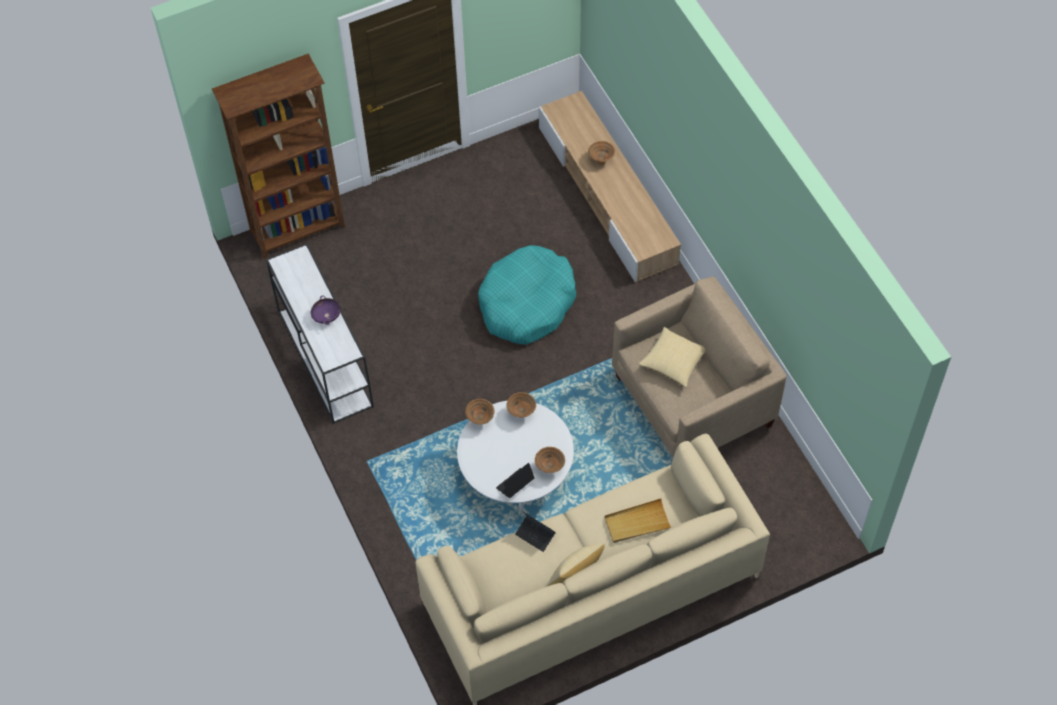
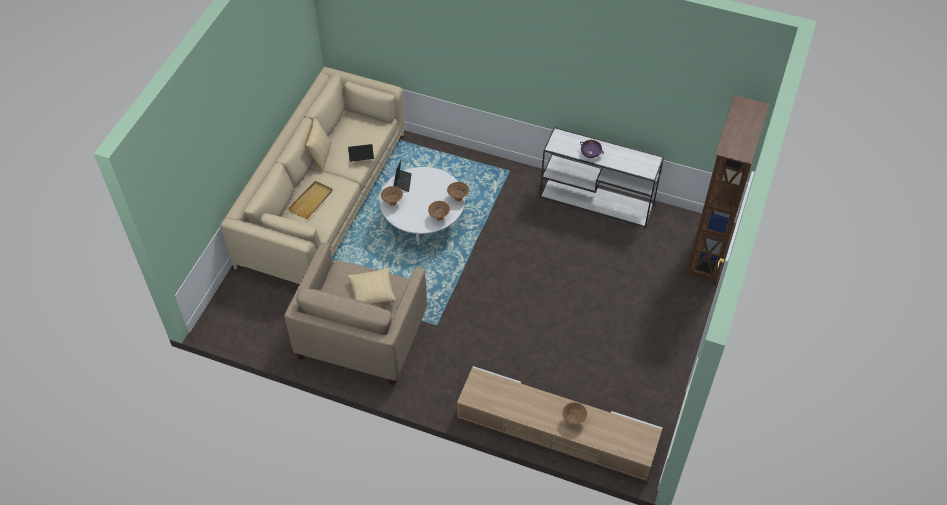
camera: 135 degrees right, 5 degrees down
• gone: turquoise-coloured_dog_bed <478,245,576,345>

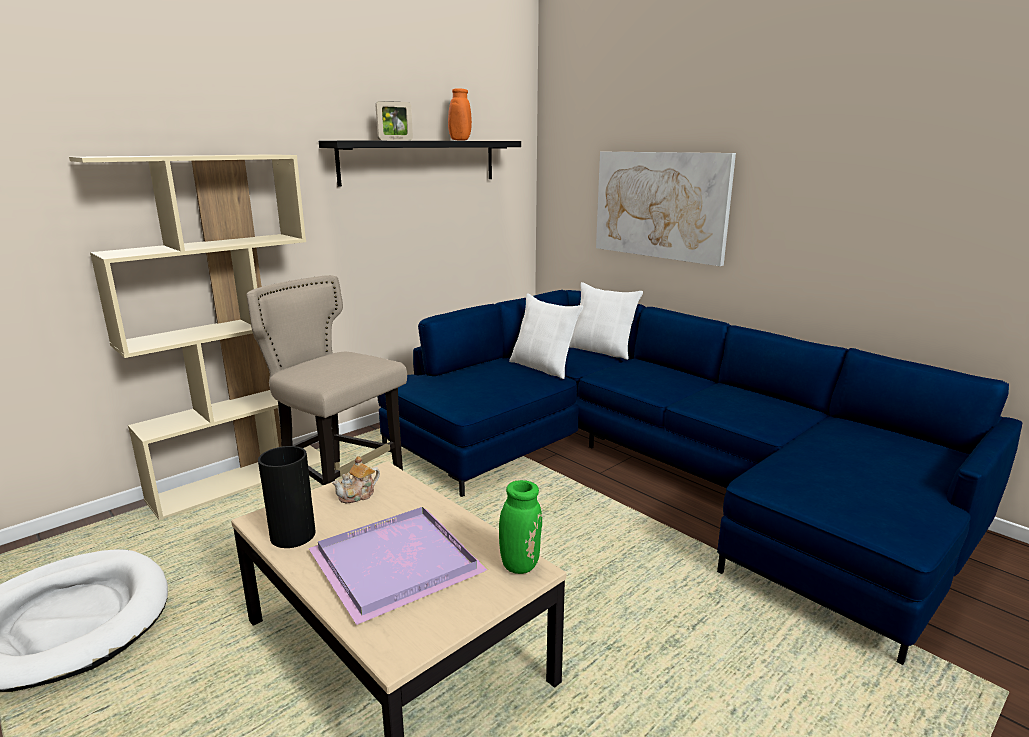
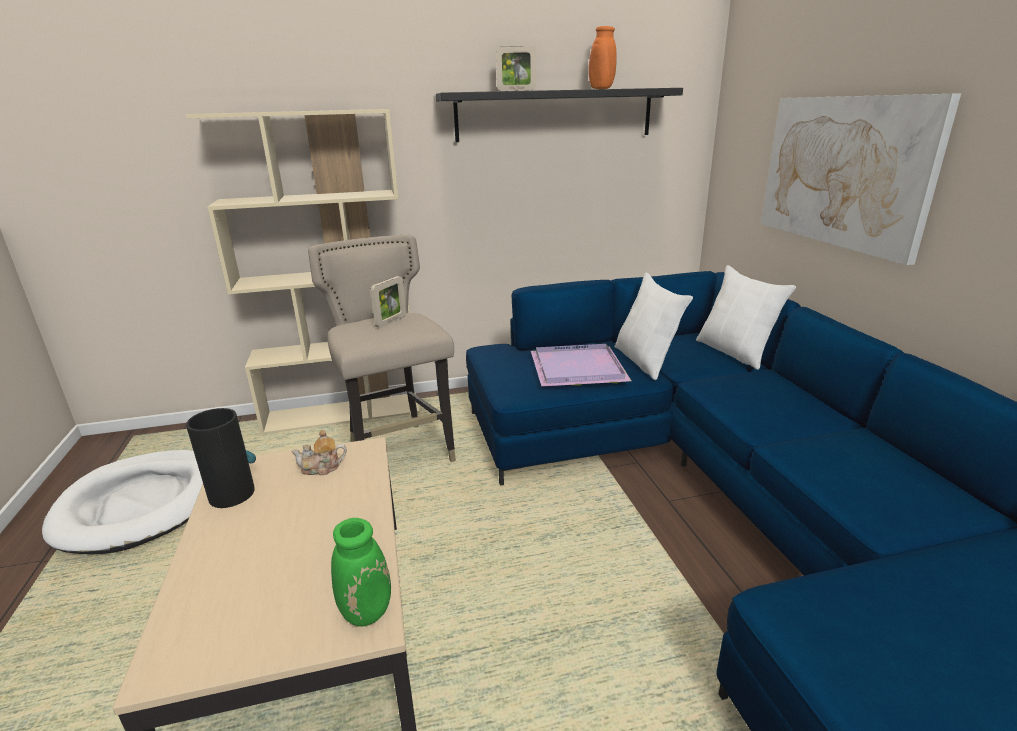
camera: 30 degrees right, 5 degrees up
• shifted: purplish_tray <308,507,488,625> to <531,344,631,386>
• new: photo_frame <371,276,406,328>

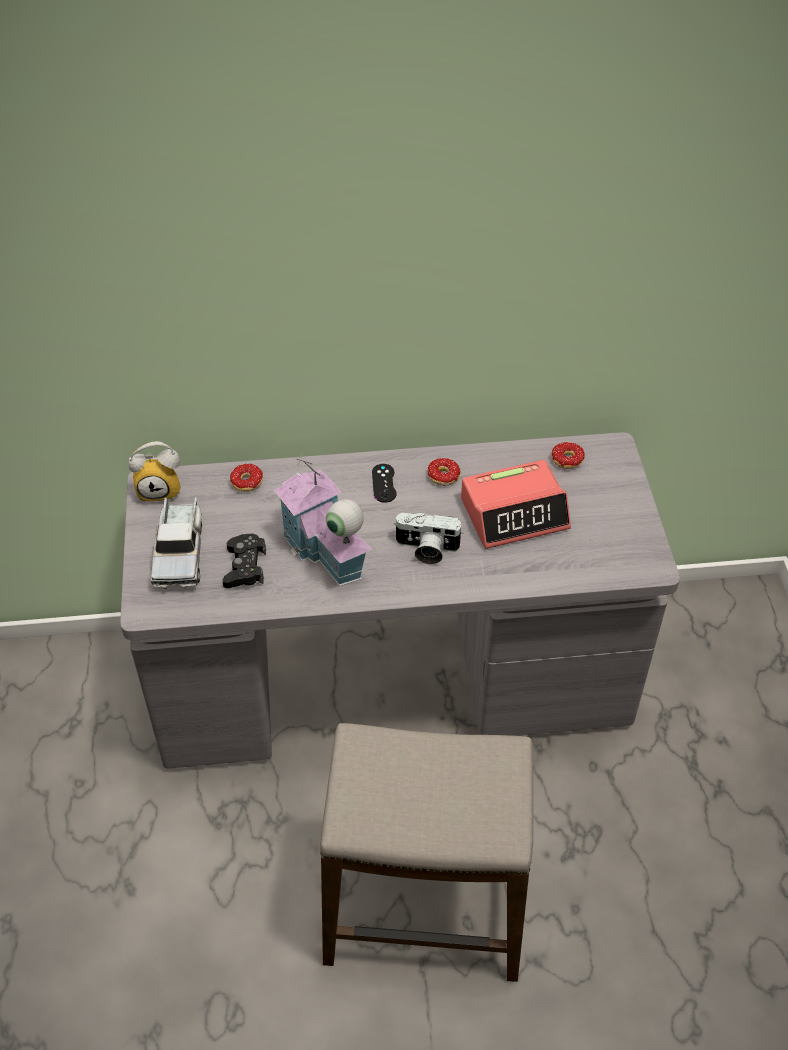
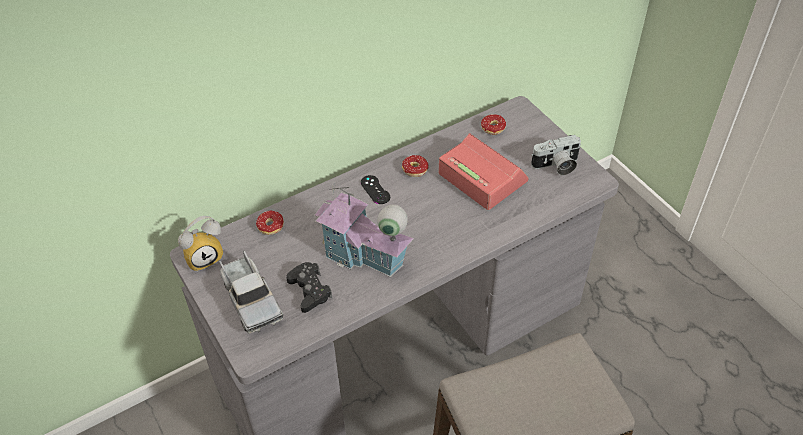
camera: 25 degrees left, 0 degrees up
• rotated: bedside_clock <461,460,571,549> = <439,133,529,210> 90 degrees counterclockwise
• shifted: photo_camera <394,513,463,565> to <531,135,581,175>

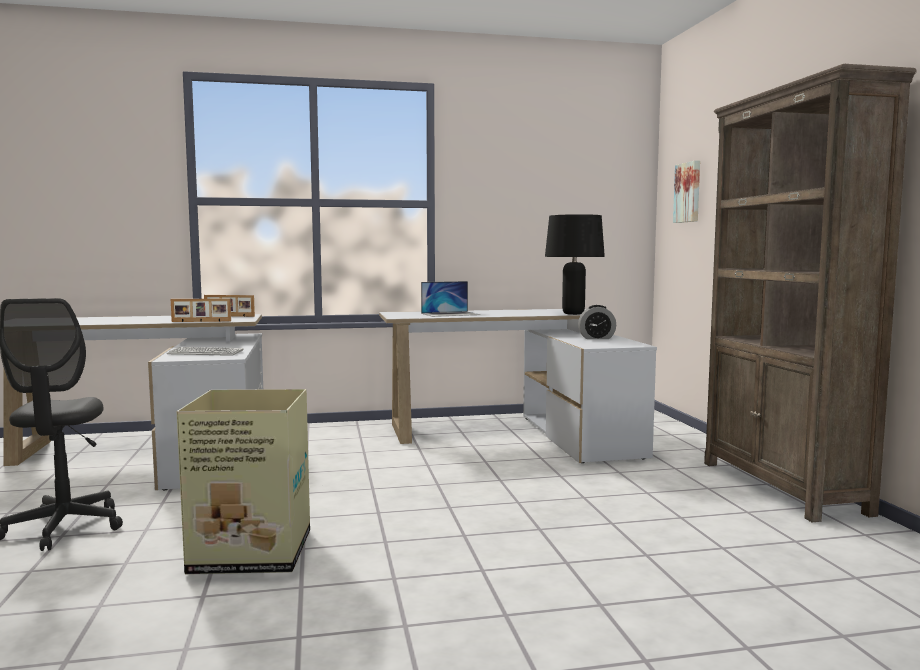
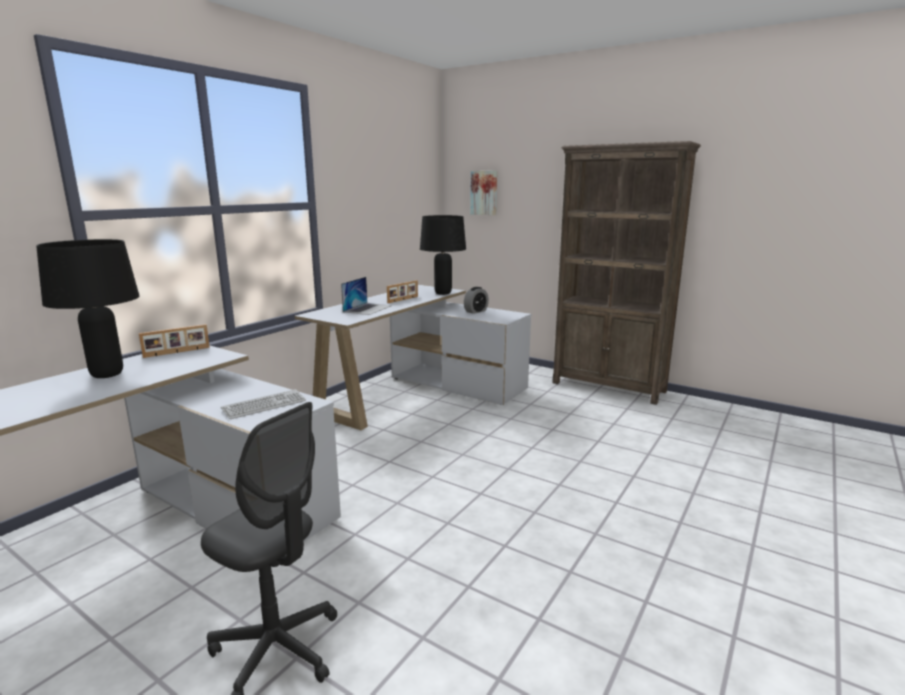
camera: 45 degrees left, 10 degrees up
• shifted: photo_frame <171,298,231,322> to <387,280,418,303>
• gone: carton <177,389,310,575>
• new: black_tabletop_lamp <36,239,139,378>

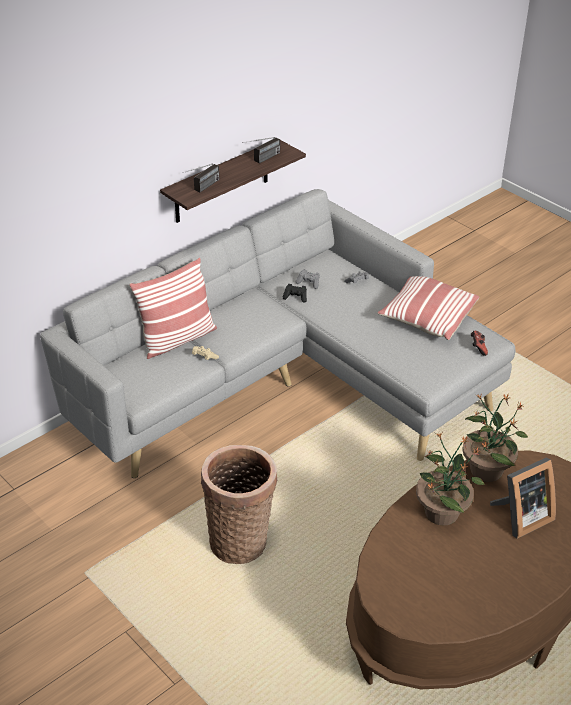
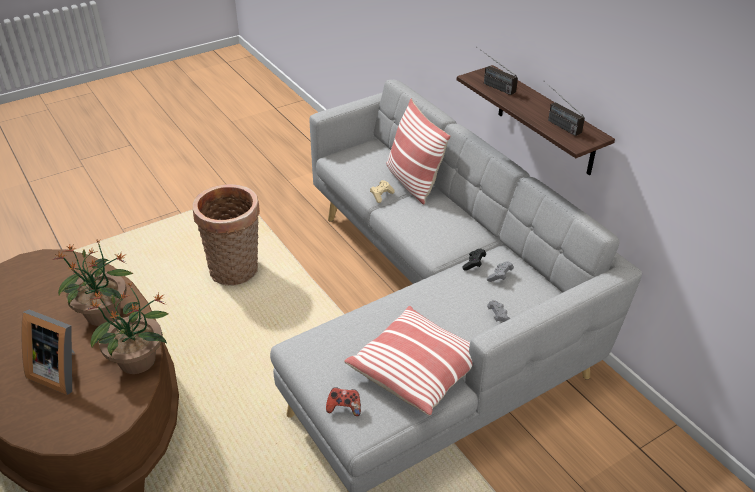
camera: 100 degrees right, 0 degrees up
• rotated: photo_frame <490,457,556,539> = <22,310,75,395> 45 degrees counterclockwise

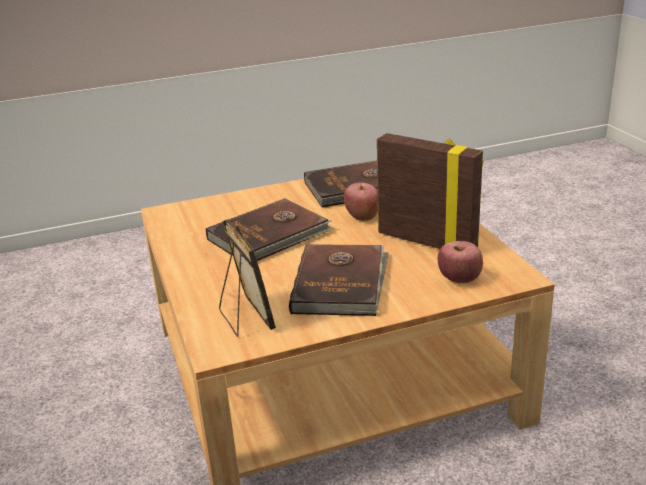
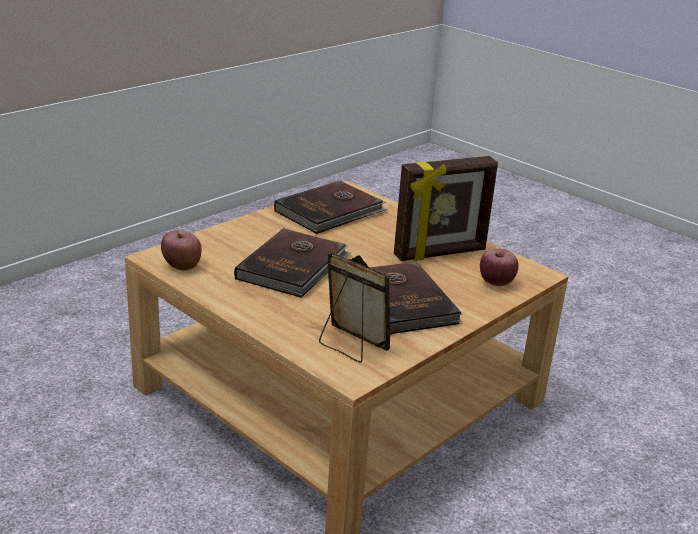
camera: 30 degrees left, 0 degrees up
• rotated: photo_frame <377,133,484,249> = <394,156,498,261> 150 degrees clockwise
• shifted: apple <343,183,378,221> to <161,230,202,271>

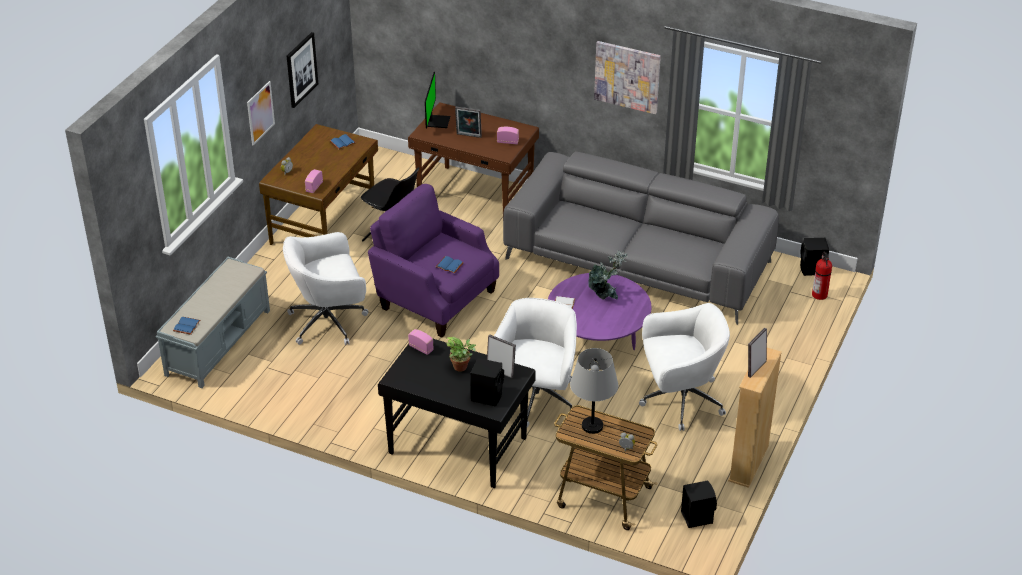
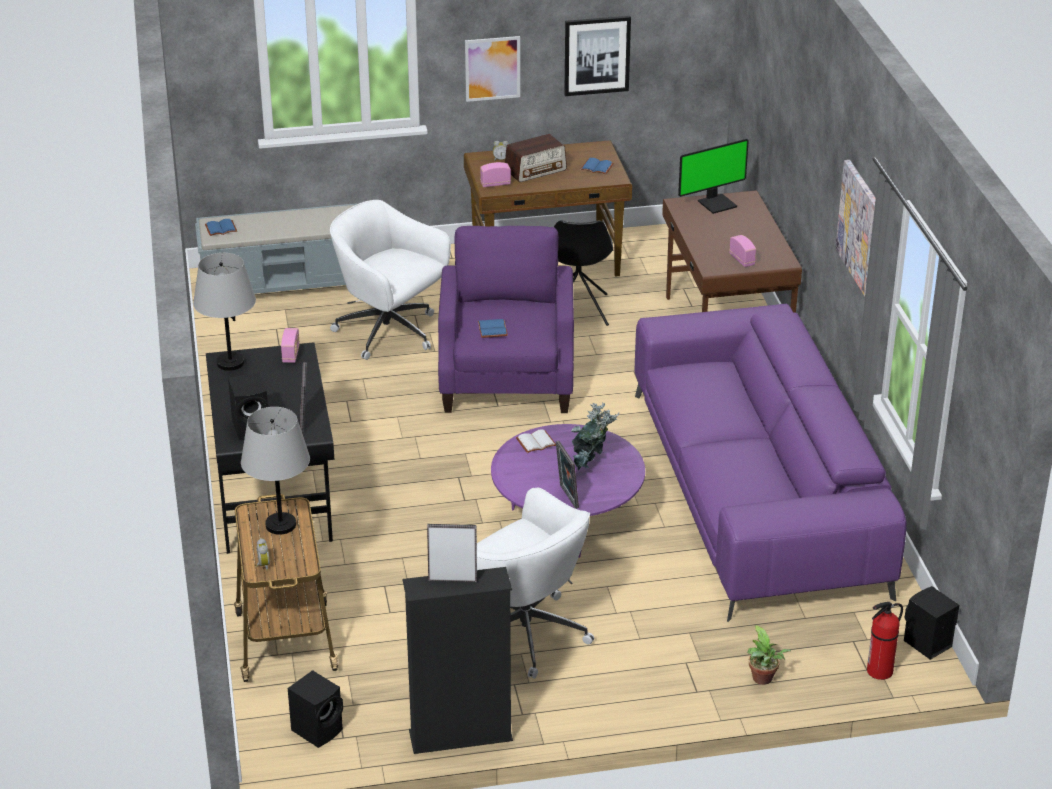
camera: 55 degrees right, 5 degrees down
• shifted: photo_frame <455,107,482,138> to <556,441,579,509>
• repainted: grey_sofa <503,151,779,325> to purplish_sofa <635,304,907,622>
• gone: whitish_office_chair <494,298,577,427>
• shifted: potted_plant <447,337,476,372> to <747,625,791,685>
• repainted: sand-coloured_bookshelf <728,348,782,488> to black_bookshelf <402,567,513,754>
• new: radio_set <505,134,567,182>
• new: grey_tabletop_lamp <193,253,256,371>

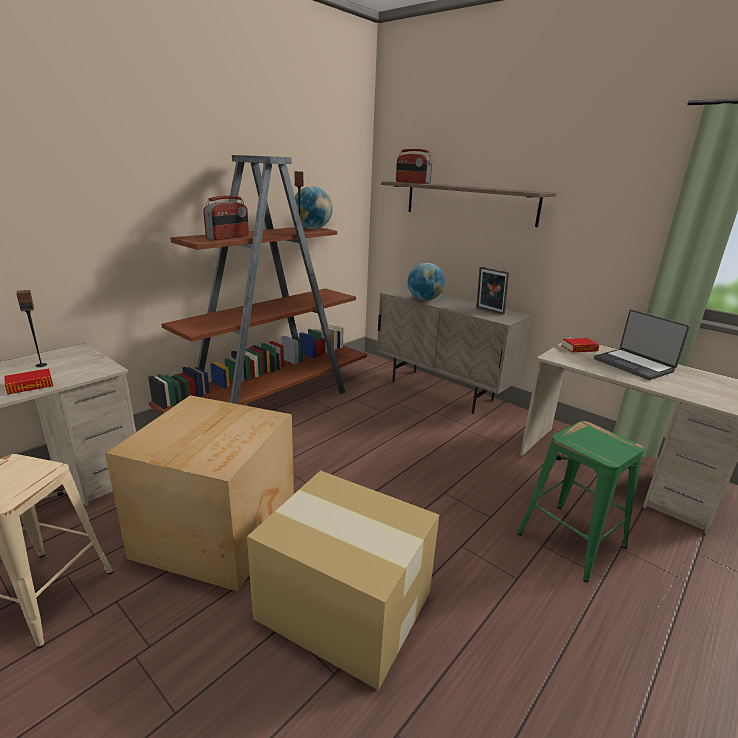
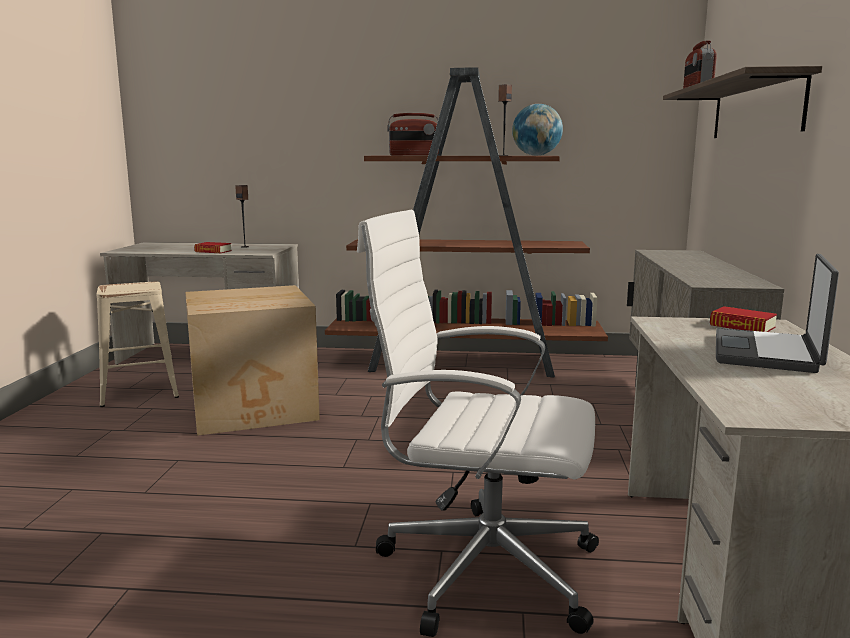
camera: 55 degrees right, 10 degrees down
• gone: desk_globe <408,263,445,301>
• gone: photo_frame <477,267,509,314>
• swapped: greenish_stool_seat <517,421,644,582> to whitish_office_chair <357,210,599,637>
• gone: carton <247,470,439,690>

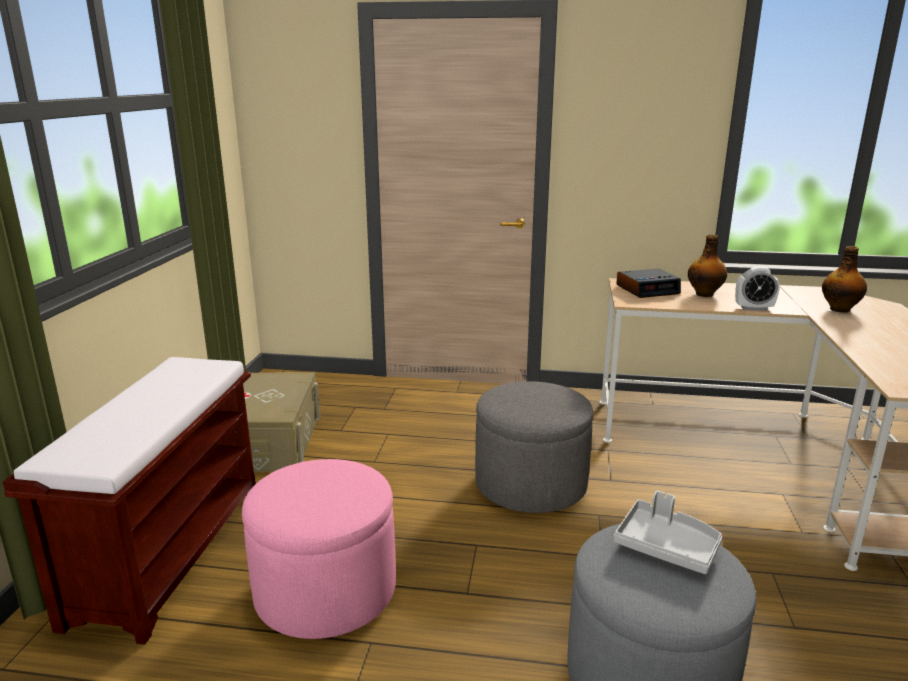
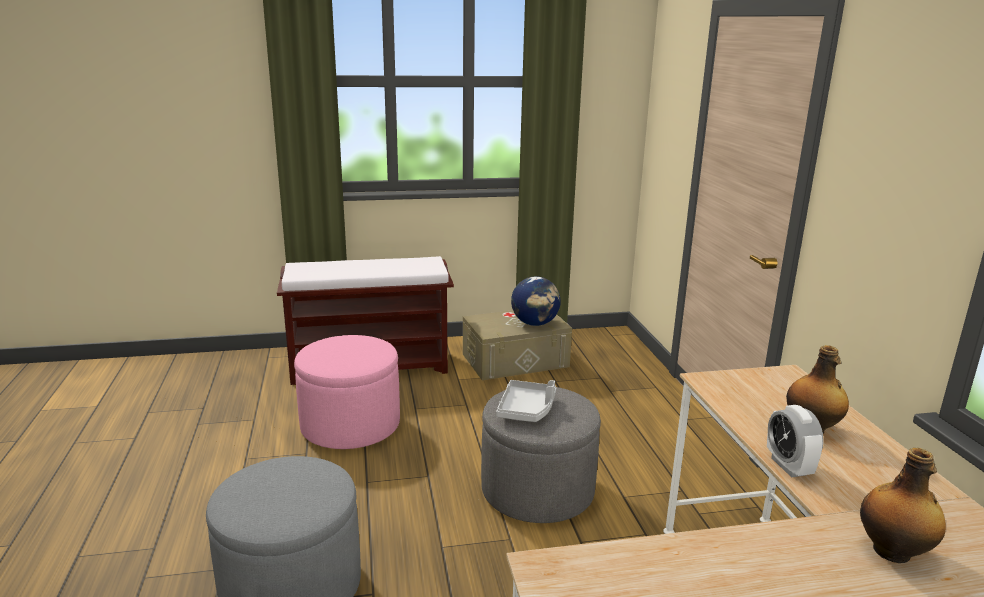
camera: 70 degrees right, 0 degrees up
• gone: bedside_clock <616,268,681,298>
• shifted: grey_tray <614,491,722,574> to <496,380,556,422>
• new: desk_globe <511,276,561,326>

